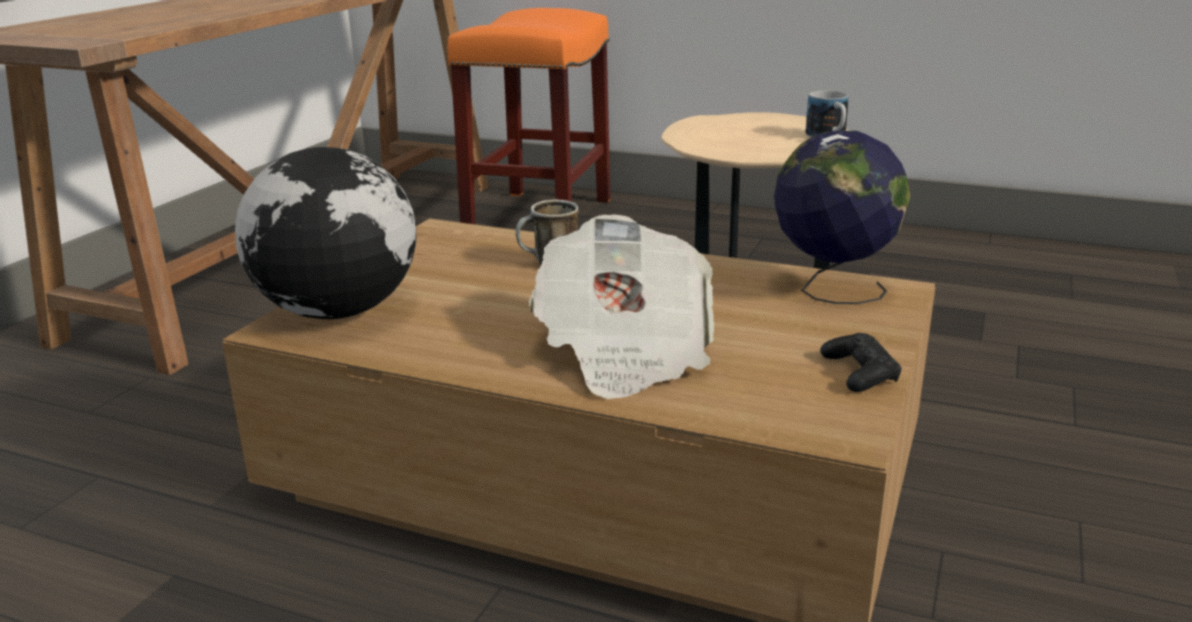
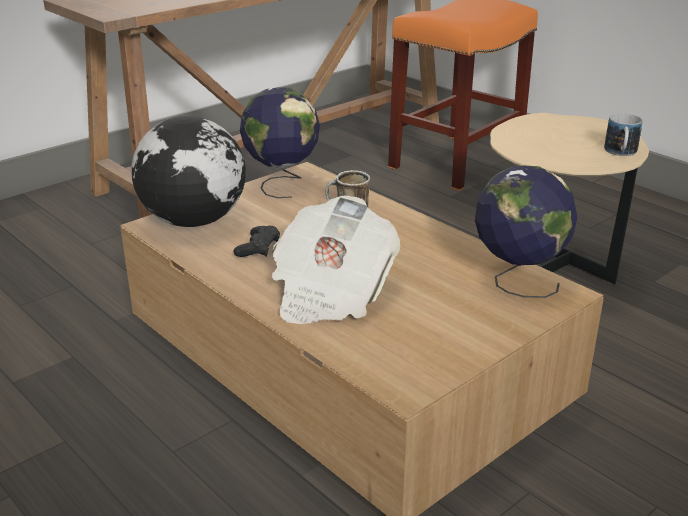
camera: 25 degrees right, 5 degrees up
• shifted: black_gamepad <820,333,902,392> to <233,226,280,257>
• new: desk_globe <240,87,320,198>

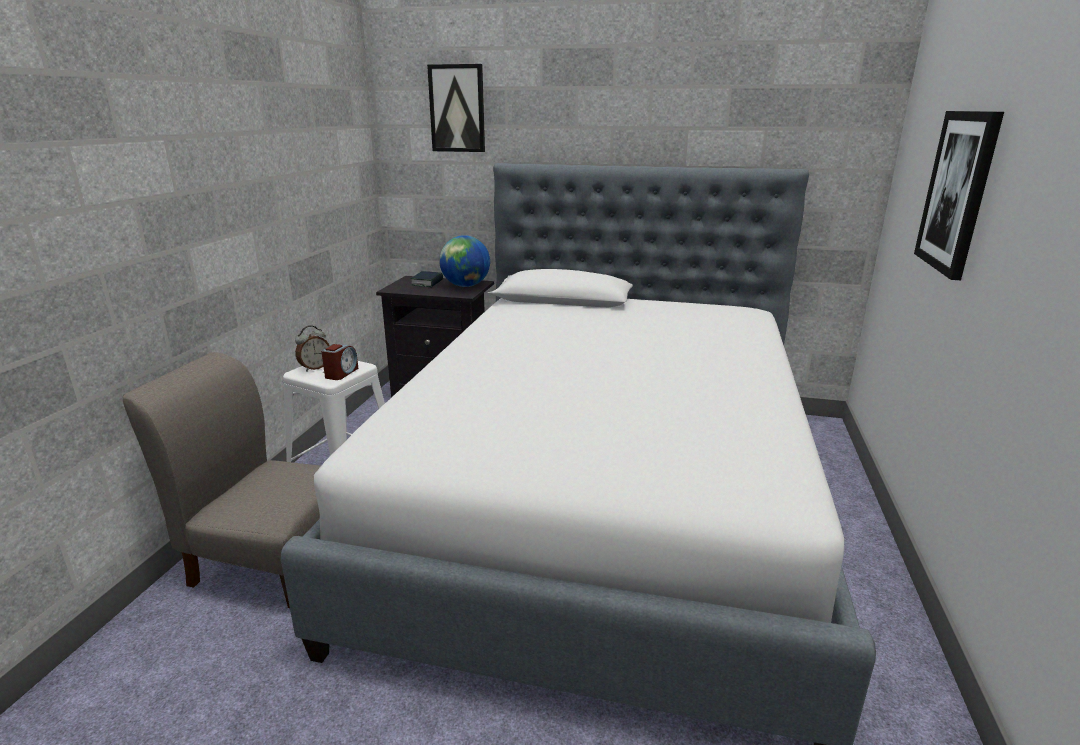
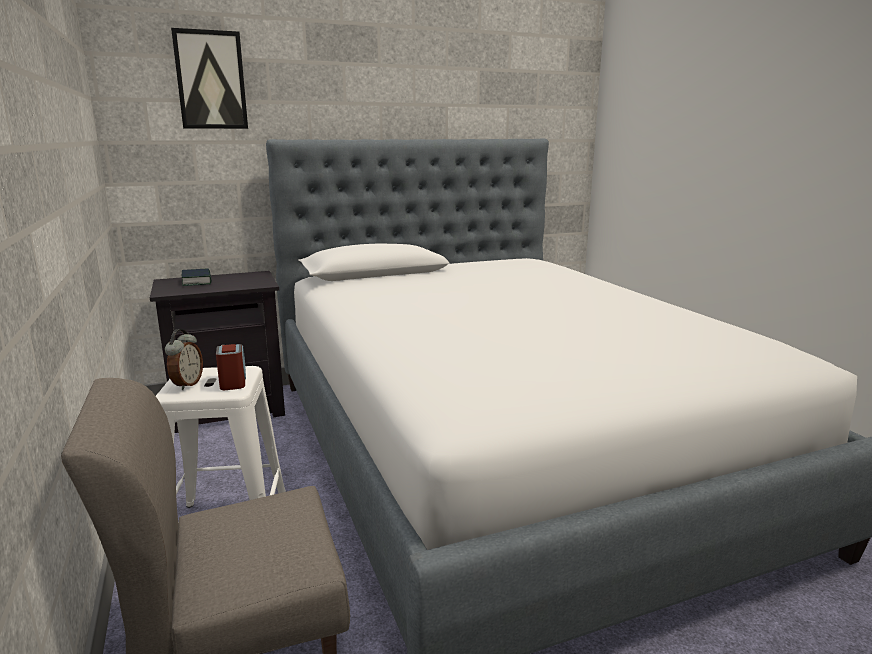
camera: 35 degrees left, 5 degrees down
• gone: wall_art <914,111,1004,280>
• gone: desk_globe <439,235,490,287>

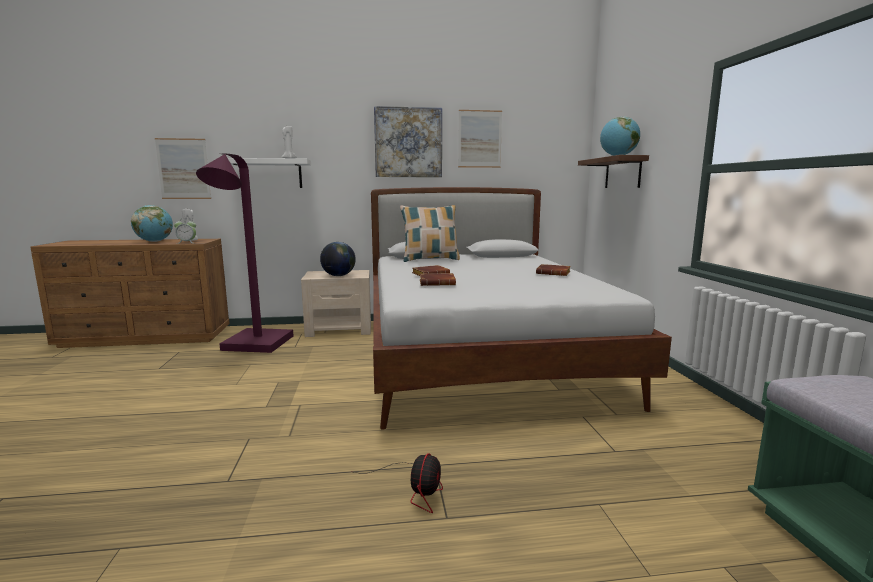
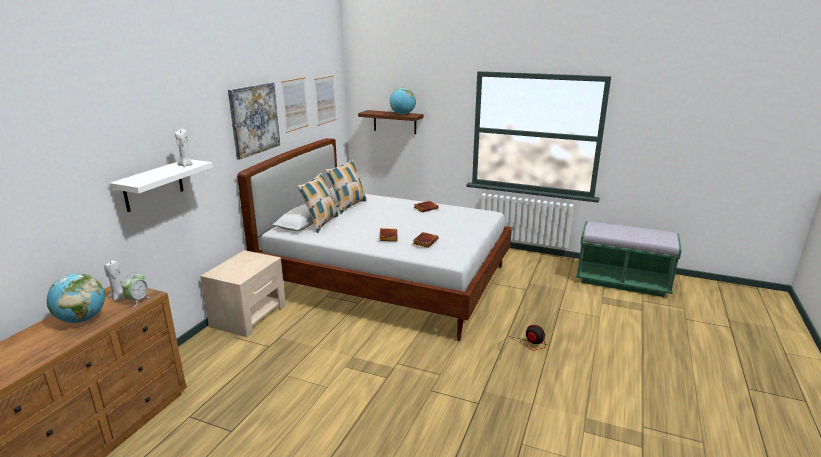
camera: 60 degrees left, 10 degrees up
• shifted: wall_art <155,138,211,199> to <314,75,336,126>
• gone: purplish_standard_lamp <196,154,293,353>
• gone: desk_globe <320,242,356,276>
• new: throw_pillow <326,159,367,214>

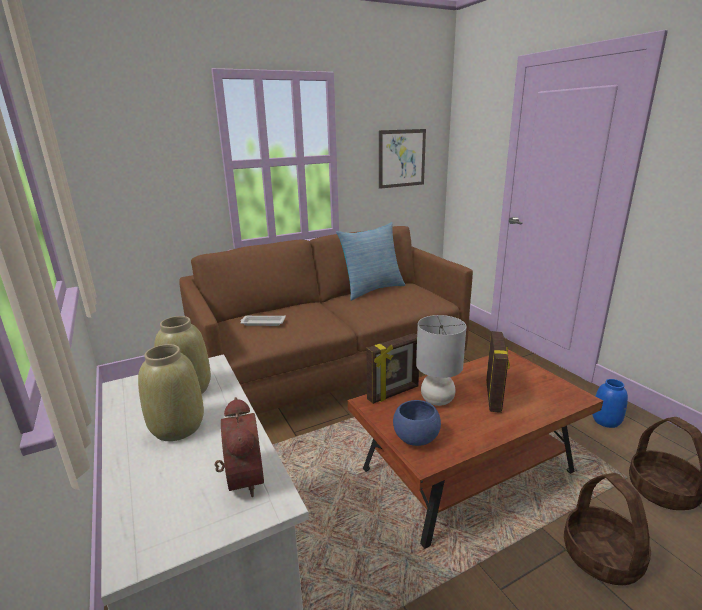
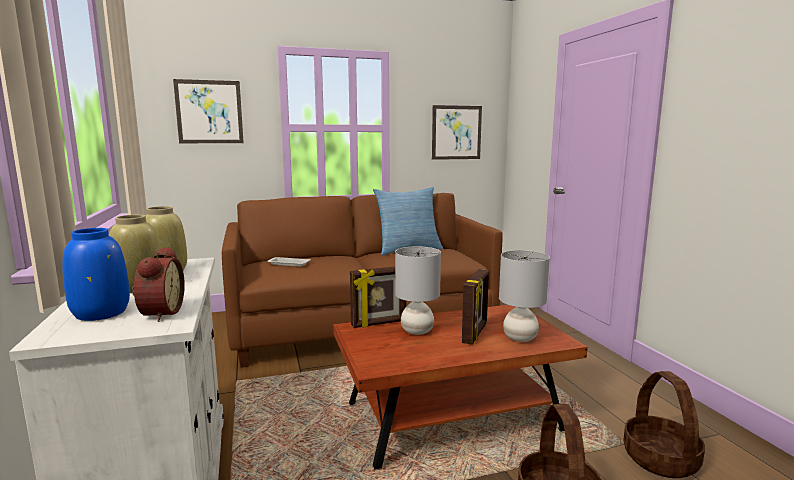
camera: 10 degrees right, 10 degrees down
• shifted: bluish_vase <592,379,628,428> to <62,228,130,321>
• gone: bluish_serving_bowl <393,400,441,446>
• new: wall_art <173,79,244,143>
• new: grey_tabletop_lamp <499,250,550,342>

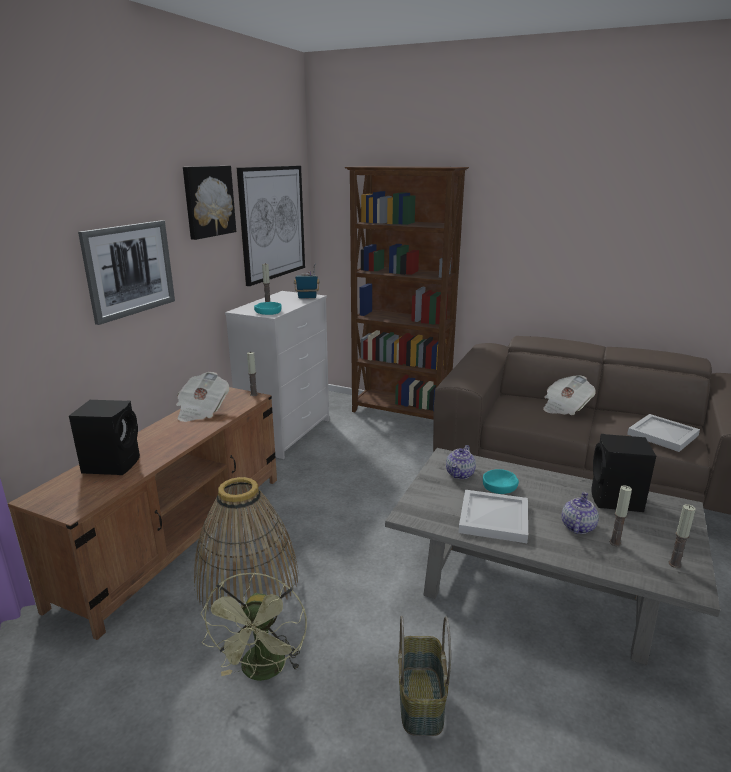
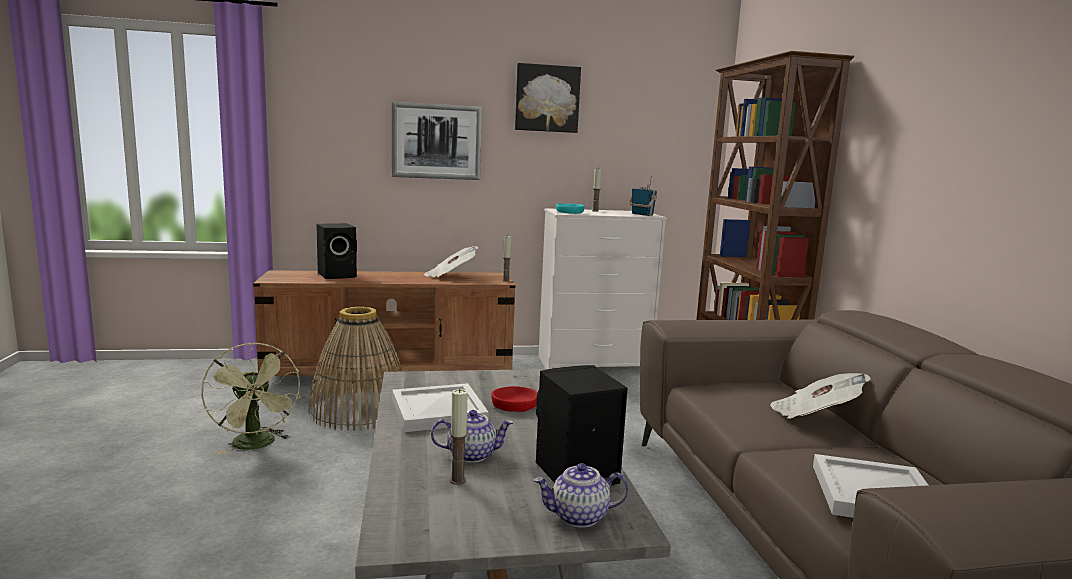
camera: 55 degrees right, 10 degrees down
• gone: wall_art <237,166,305,286>
• shifted: tea_pot <446,445,476,479> to <534,463,628,528>
• repainted: turquoise-coloured_serving_bowl <483,469,519,494> to reddish_serving_bowl <491,386,538,412>
• gone: wax_candle <668,504,696,568>
• rotated: greenish_cooling_fan <201,572,307,681> = <201,342,300,455> 90 degrees counterclockwise
• gone: storage_basket <398,616,451,736>

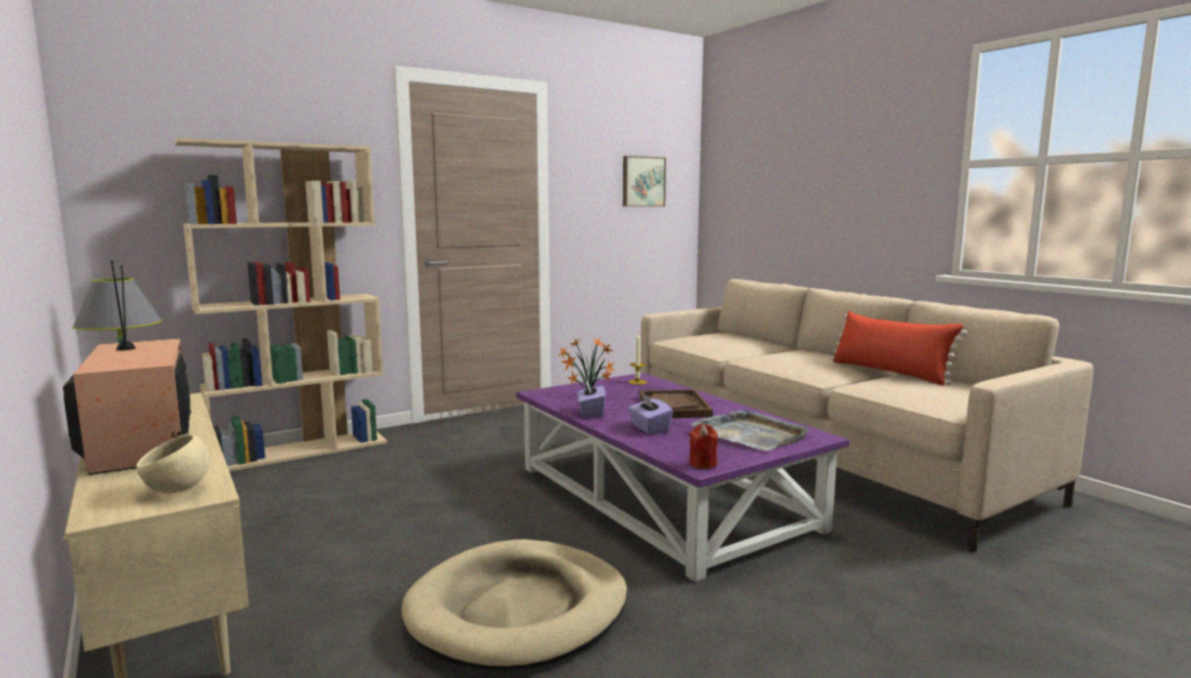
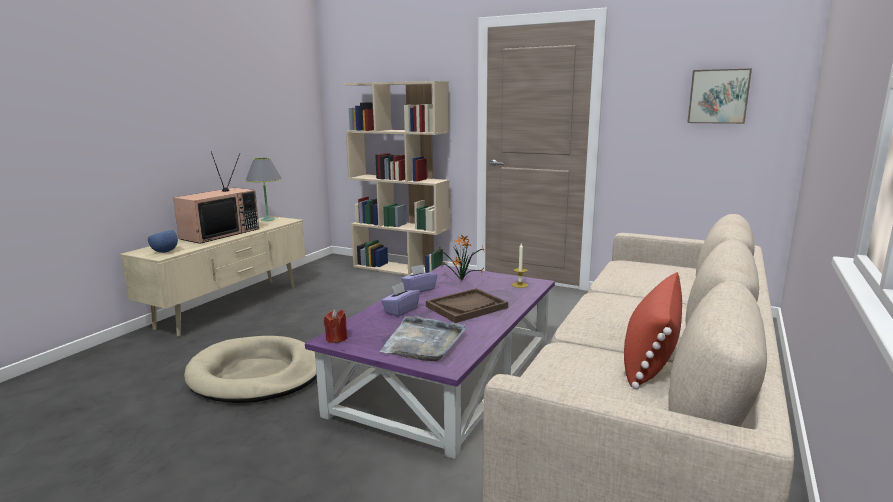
camera: 60 degrees right, 5 degrees up
• repainted: sand-coloured_serving_bowl <136,434,210,494> to bluish_serving_bowl <148,230,178,253>

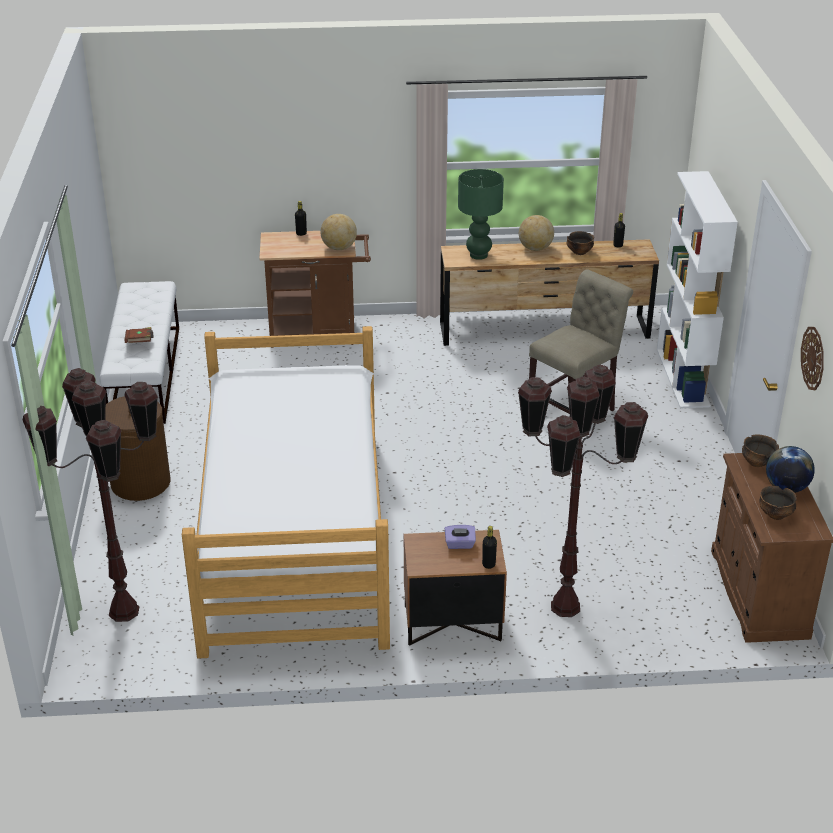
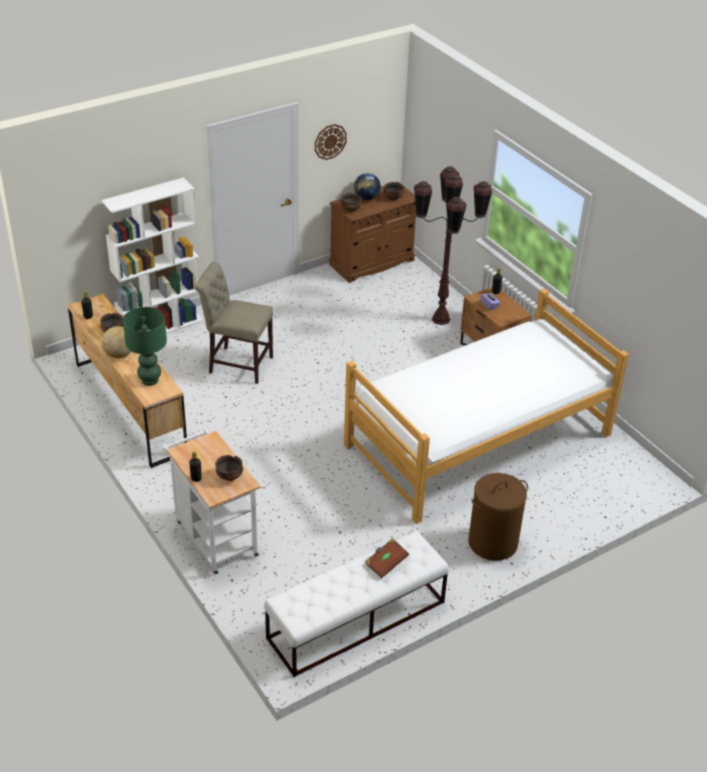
camera: 120 degrees left, 5 degrees up
• gone: desk_globe <320,214,357,250>
• repainted: brown-coloured_wheeled_cart <259,231,371,348> to whitish_wheeled_cart <161,428,261,575>
• gone: brown-coloured_standard_lamp <23,368,158,622>
• new: serving_bowl <215,455,243,481>

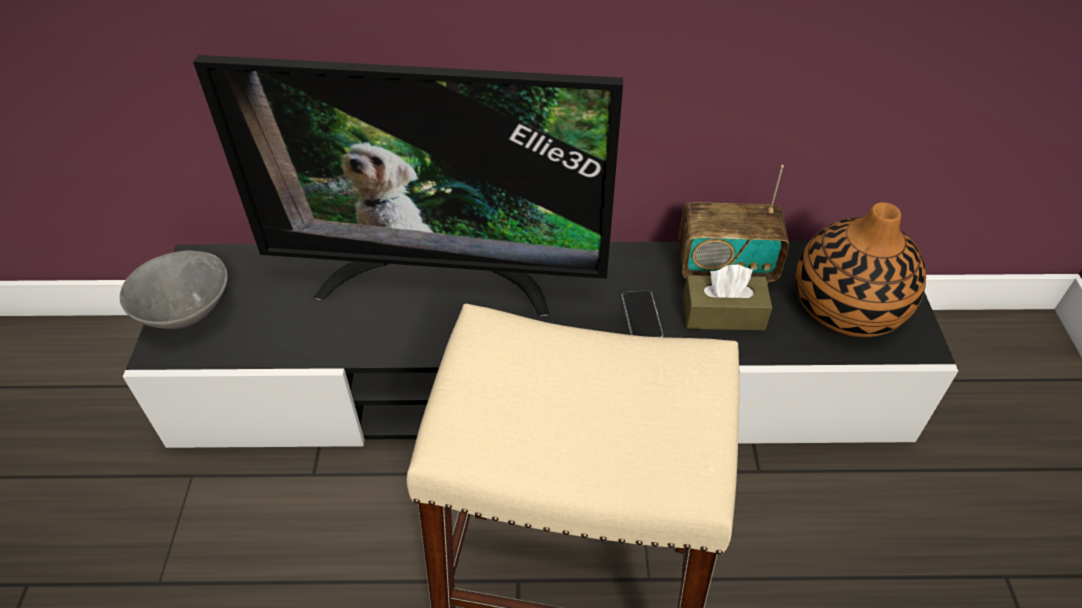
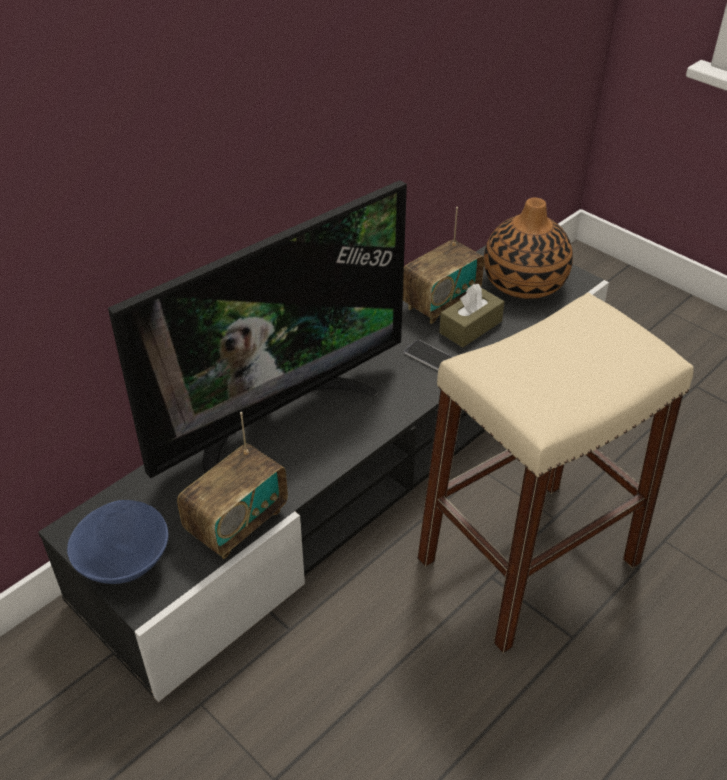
camera: 45 degrees left, 5 degrees down
• repainted: grey_serving_bowl <120,251,228,329> to bluish_serving_bowl <67,500,168,584>
• new: radio_set <177,412,288,559>

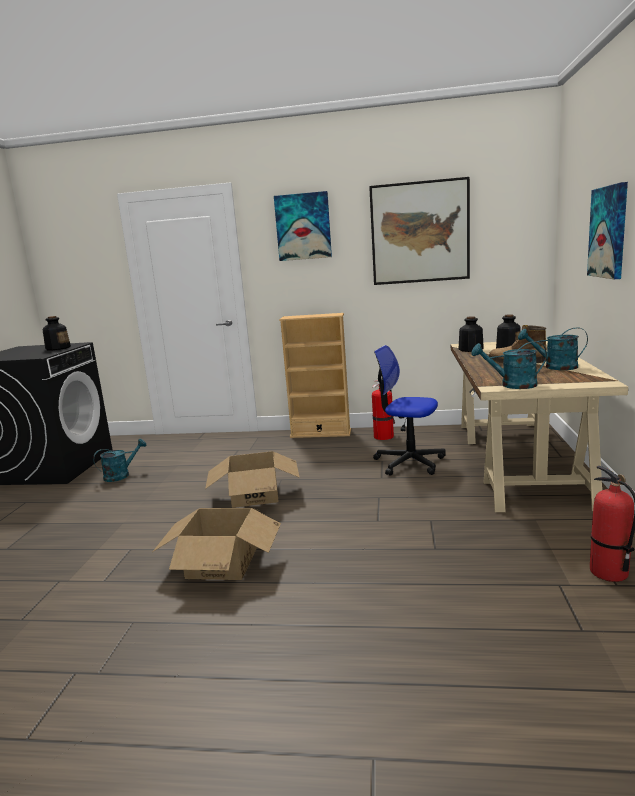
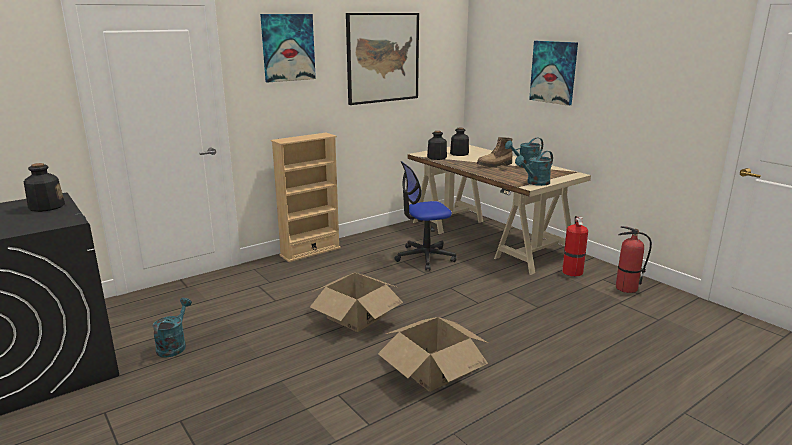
camera: 45 degrees left, 5 degrees up
• shifted: extinguisher <372,380,395,440> to <562,216,588,276>

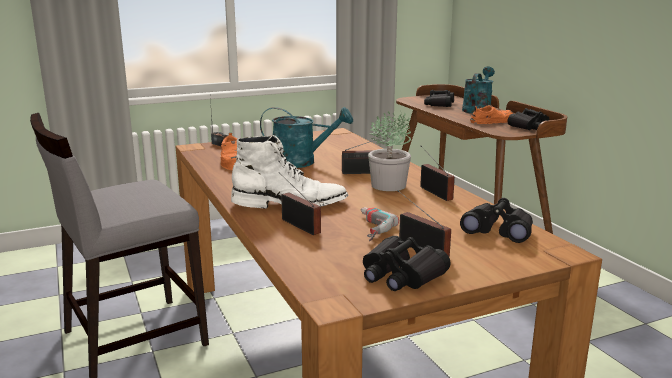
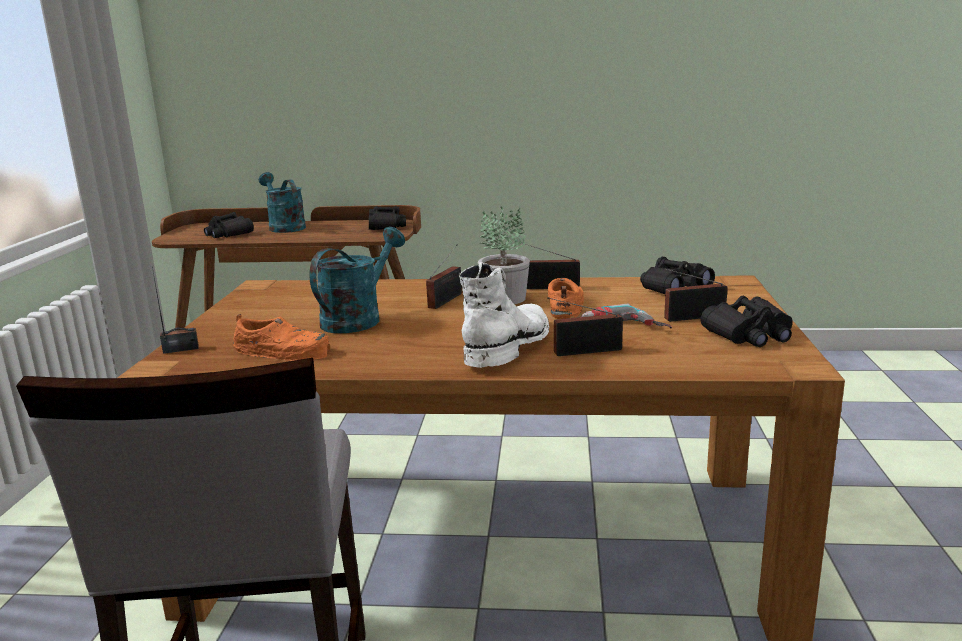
camera: 60 degrees left, 0 degrees up
• shifted: orange_low_shoe <470,105,513,124> to <548,278,584,319>

